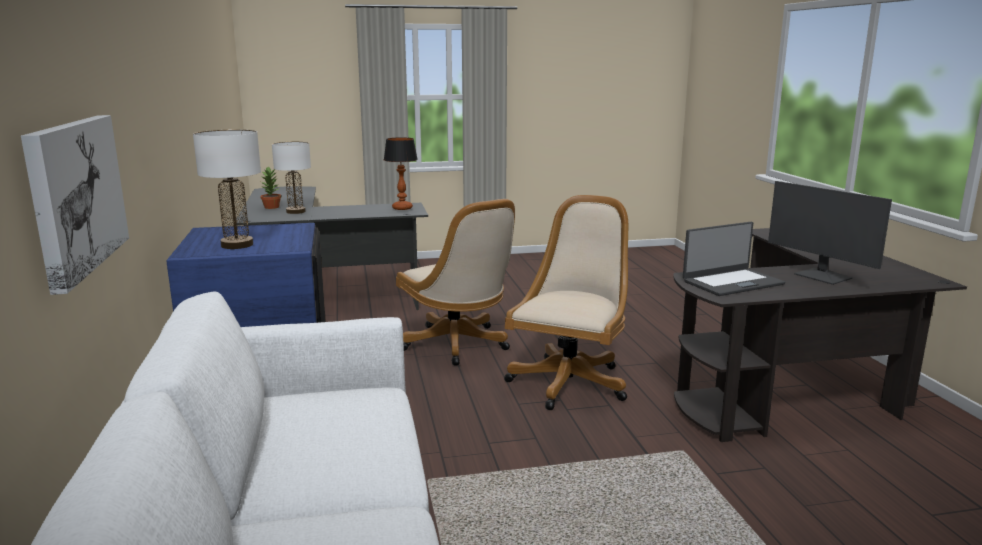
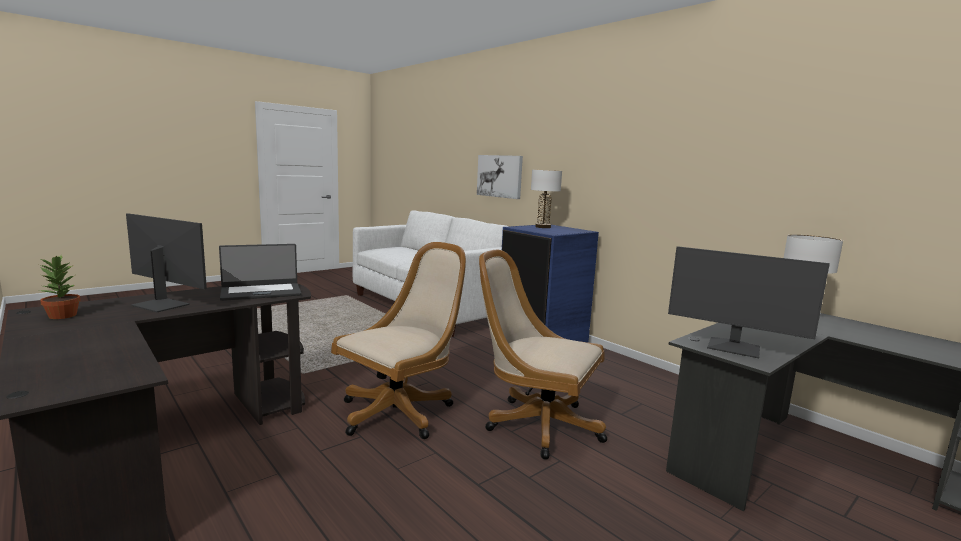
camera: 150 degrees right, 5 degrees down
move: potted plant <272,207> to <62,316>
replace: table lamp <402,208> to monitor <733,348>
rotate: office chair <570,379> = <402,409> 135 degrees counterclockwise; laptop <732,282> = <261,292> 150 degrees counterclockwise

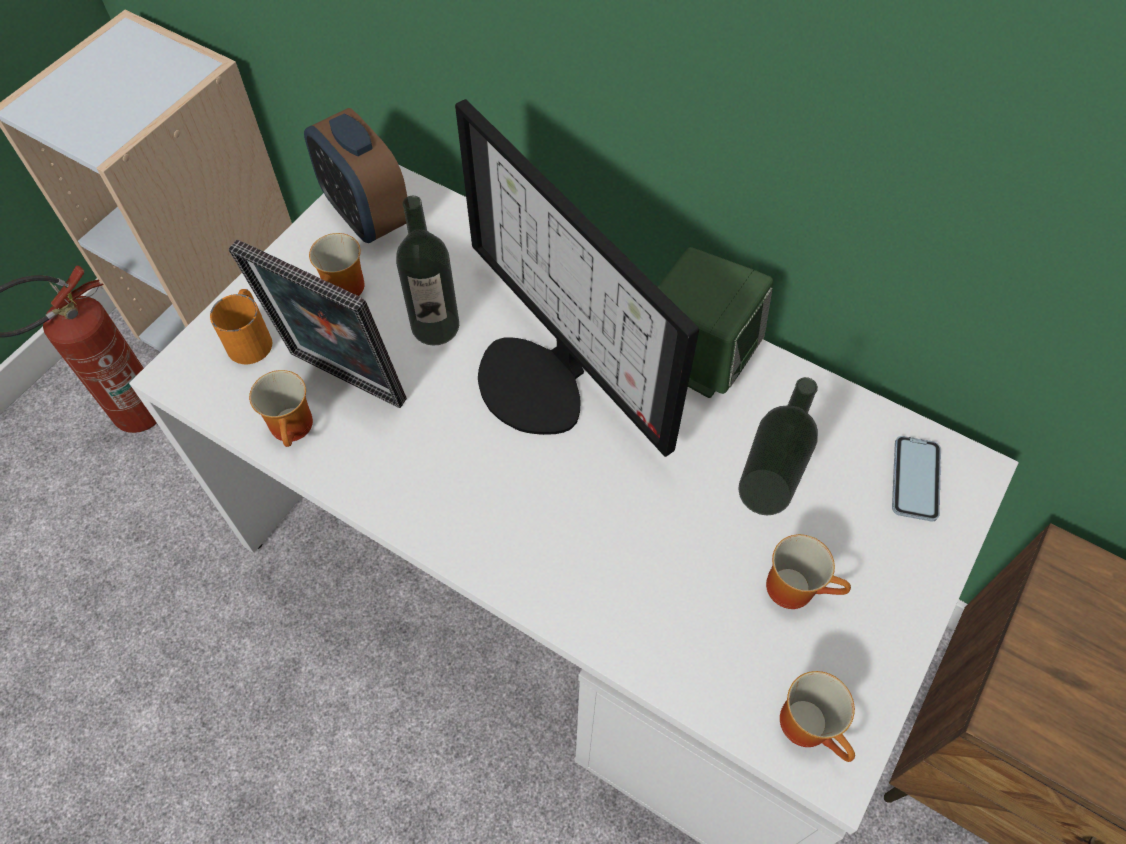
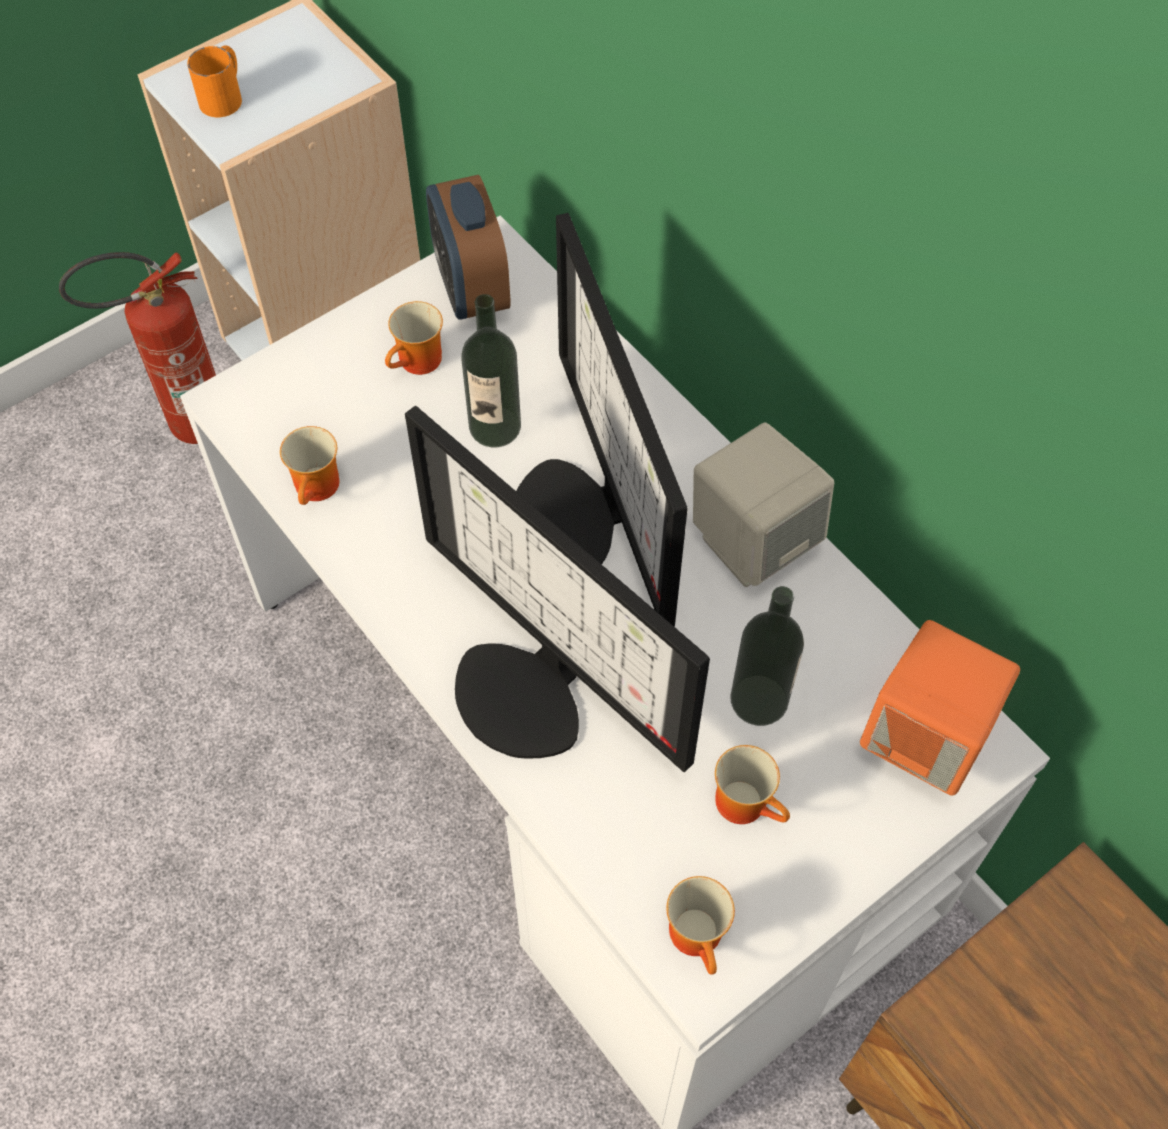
camera: 20 degrees right, 0 degrees up
delete: picture frame <342,383>
insert: monitor <530,692>
move: orange mug <251,337> to <224,96>
replace: phone <915,479> to orange speaker <925,739>
recolor: green speaker <698,357> to beige speaker <753,541>

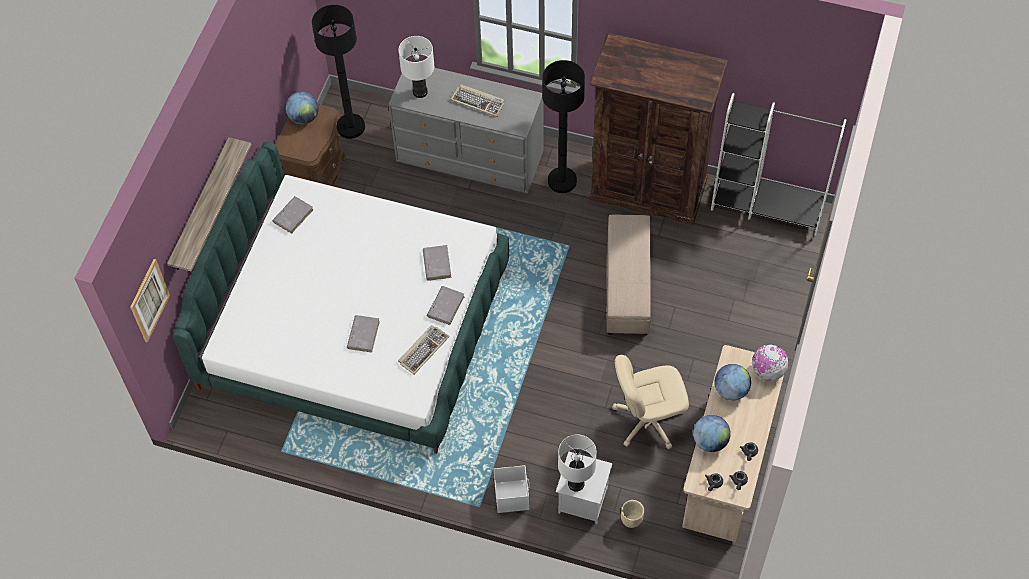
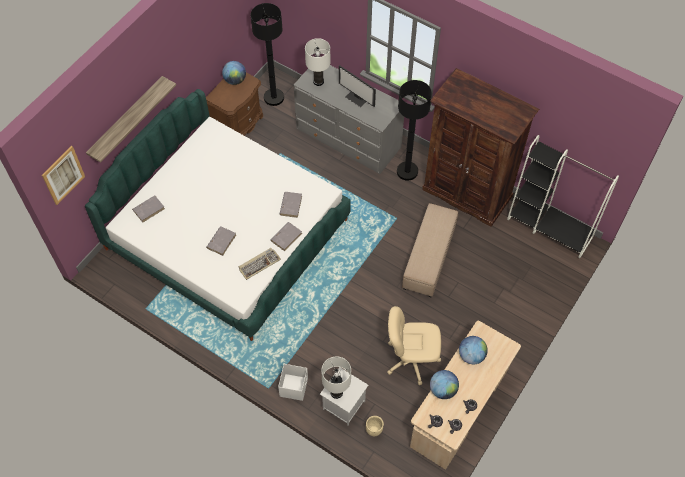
camera: 15 degrees right, 0 degrees up
delete: globe <767,371>
move: grey book <293,215> to <149,209>
replace: keyboard <478,101> to monitor <357,98>

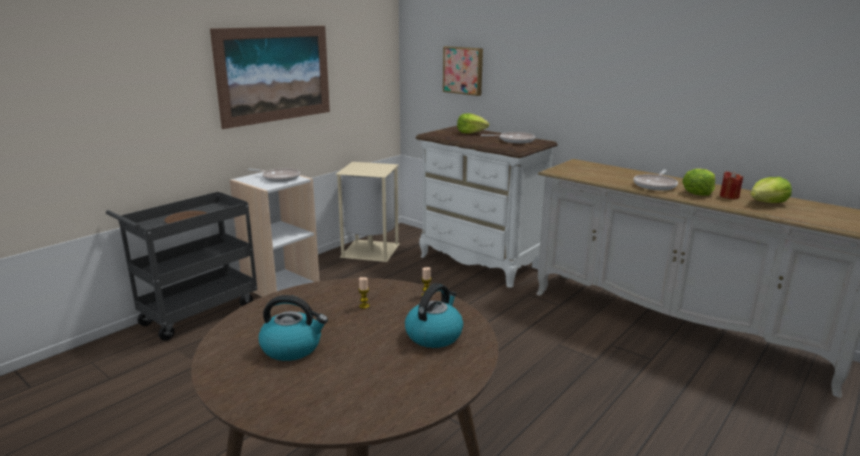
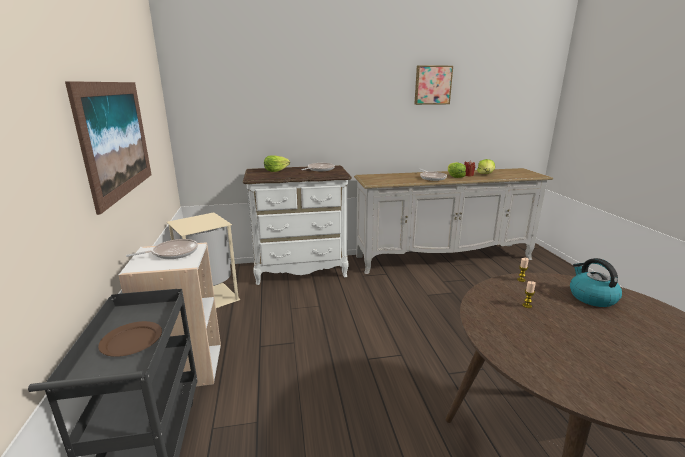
camera: 50 degrees left, 0 degrees up
delete: kettle <292,347>
move: picture <463,70> to <432,85>

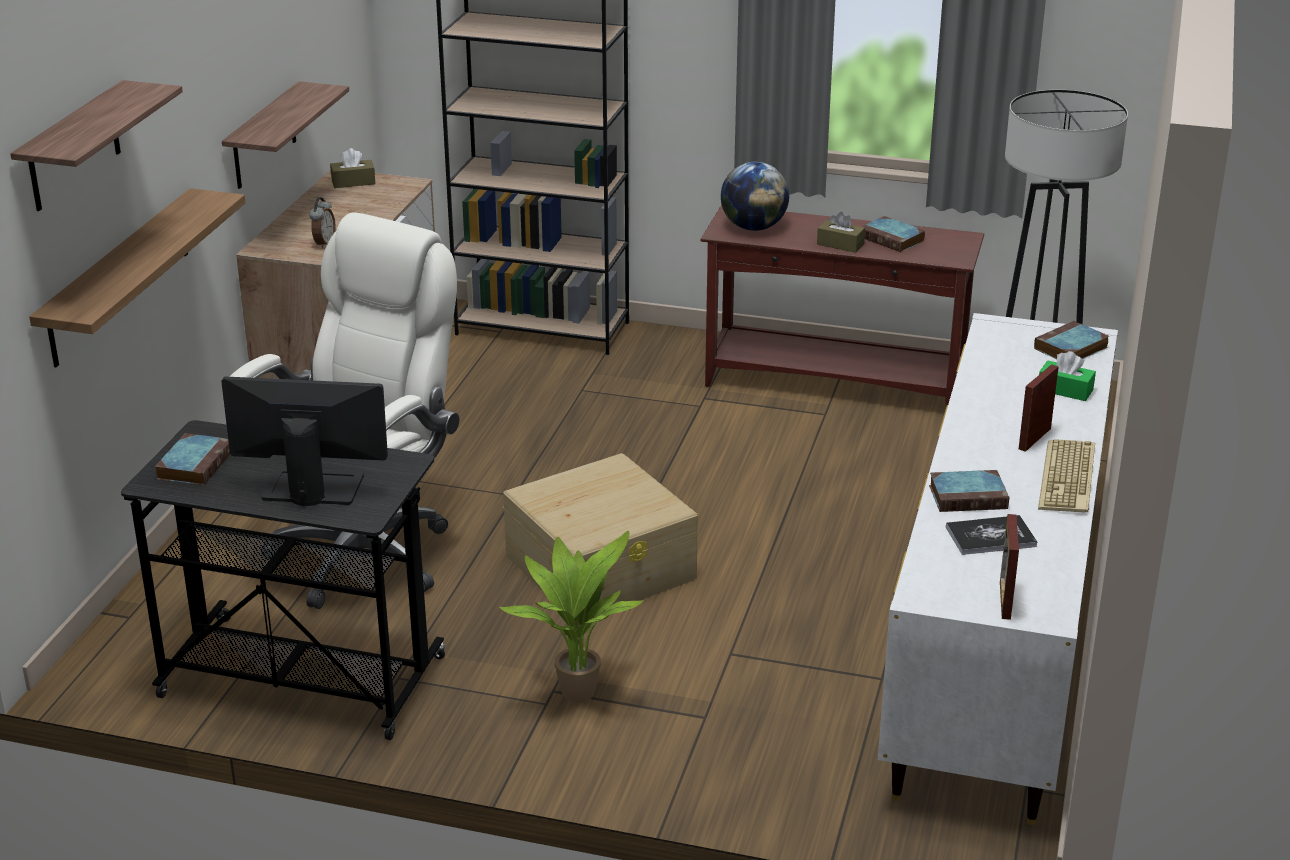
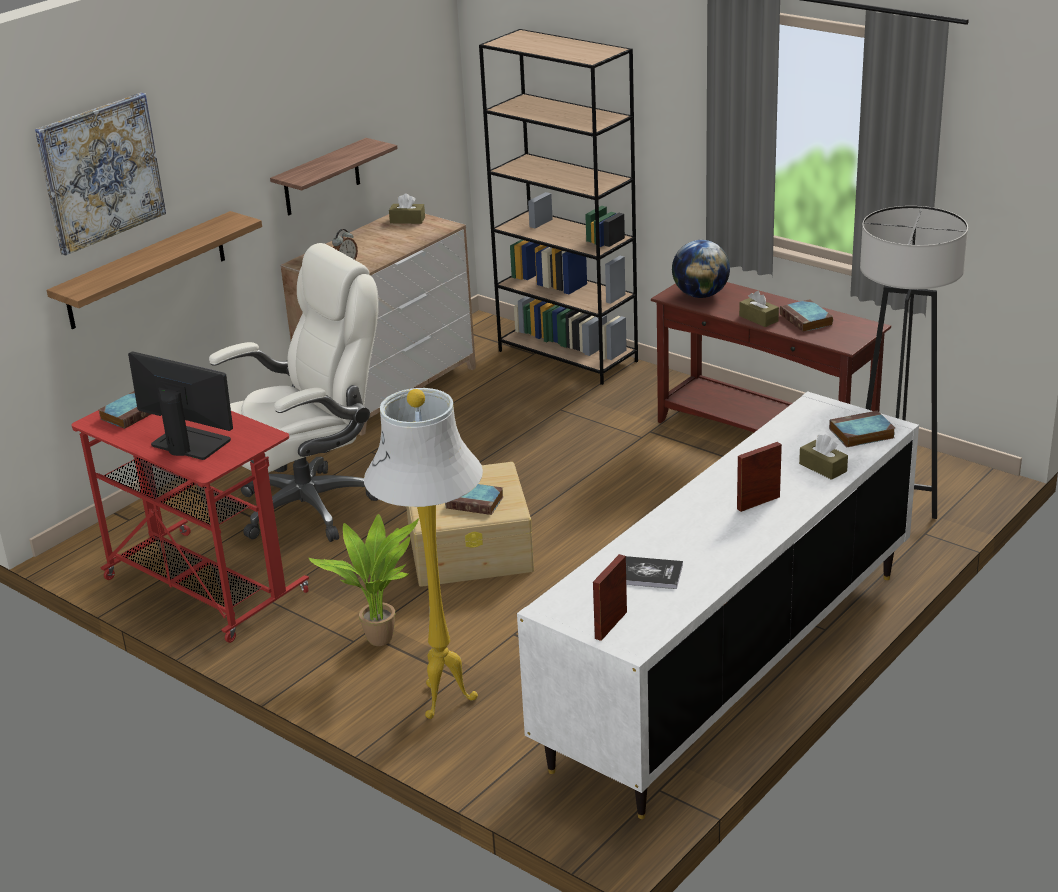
camera: 25 degrees right, 0 degrees up
delete: keyboard <1069,479>
insert: white floor lamp <445,703>
move: book <969,496> to <476,502>
replace: shelf <73,148> to picture <101,172>
recolor: black desk <301,678> to red desk <205,585>; green tissue box <1065,390> to brown tissue box <823,467>

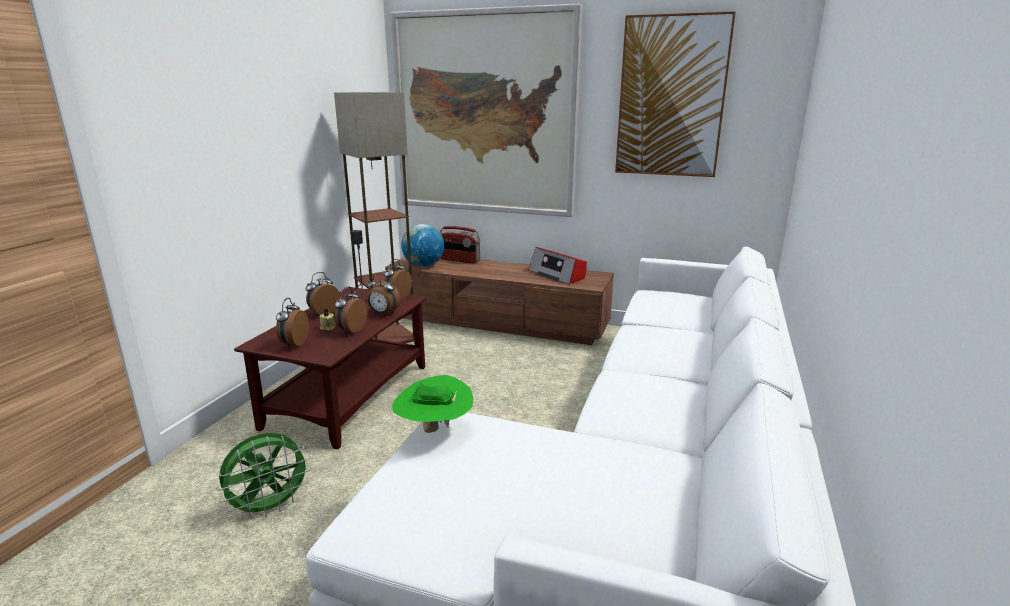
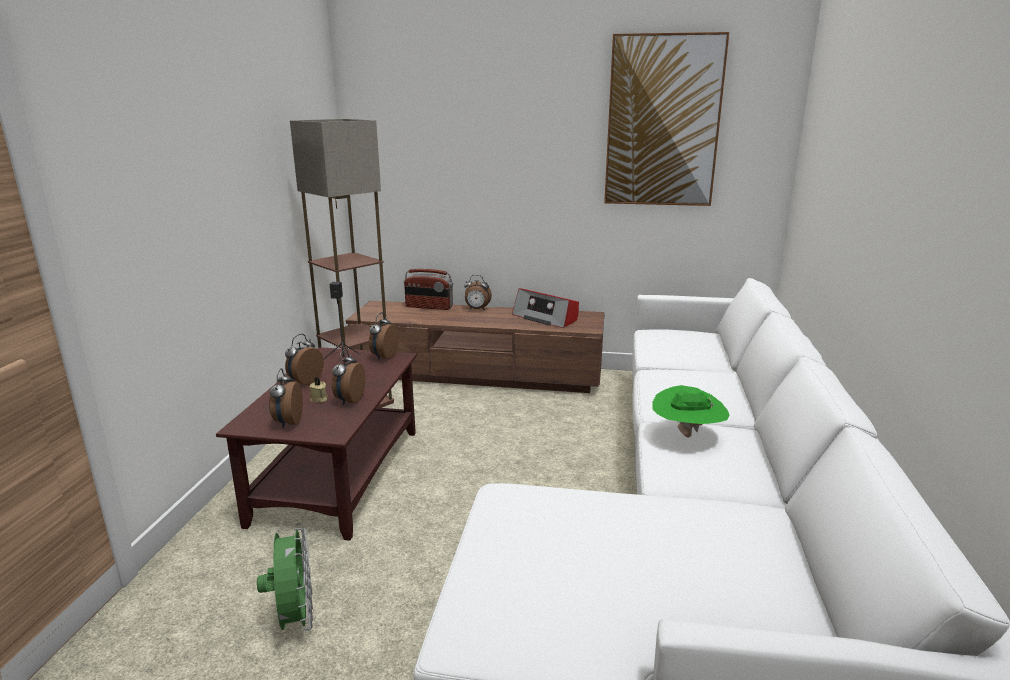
camera: 10 degrees left, 0 degrees up
delete: picture <485,114>; globe <423,265>
move: alarm clock <383,314> to <477,309>; green hat <434,429> to <687,435>
rotate: green fan <270,507> = <295,619> 60 degrees counterclockwise

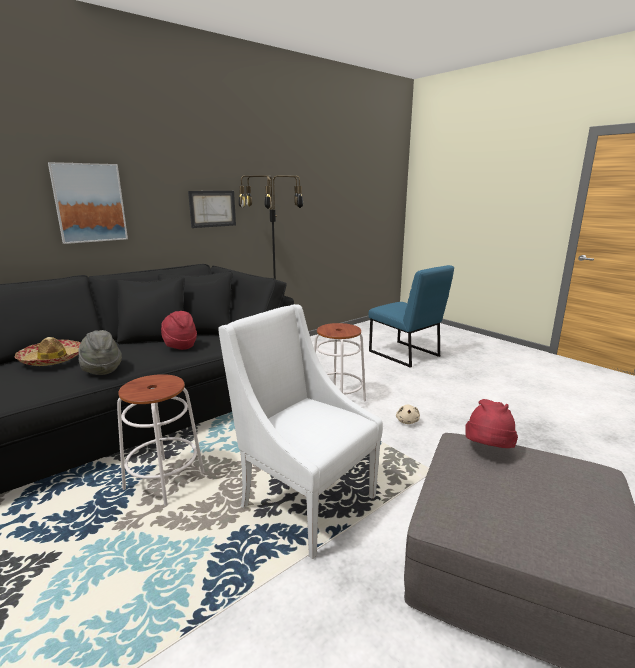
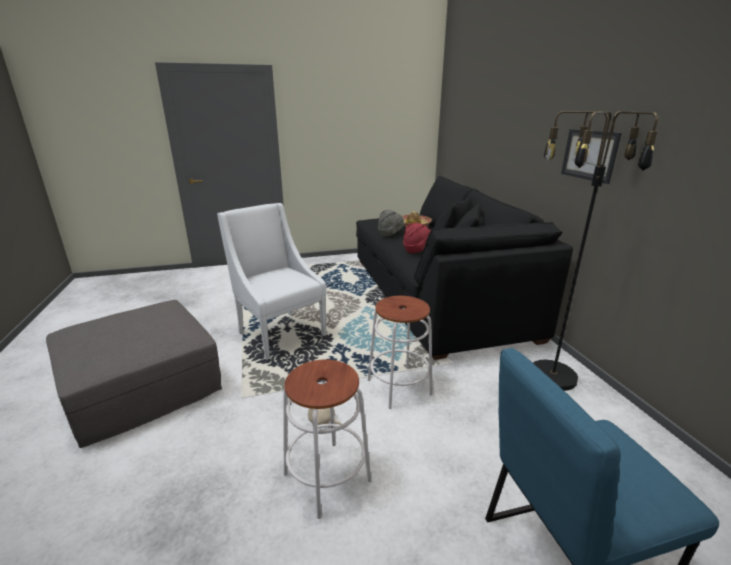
camera: 115 degrees right, 5 degrees up
delete: picture <89,203>; red hat <488,450>
move: white stool <164,481> to <327,477>
rotate: white armchair <304,501> = <279,333> 105 degrees counterclockwise

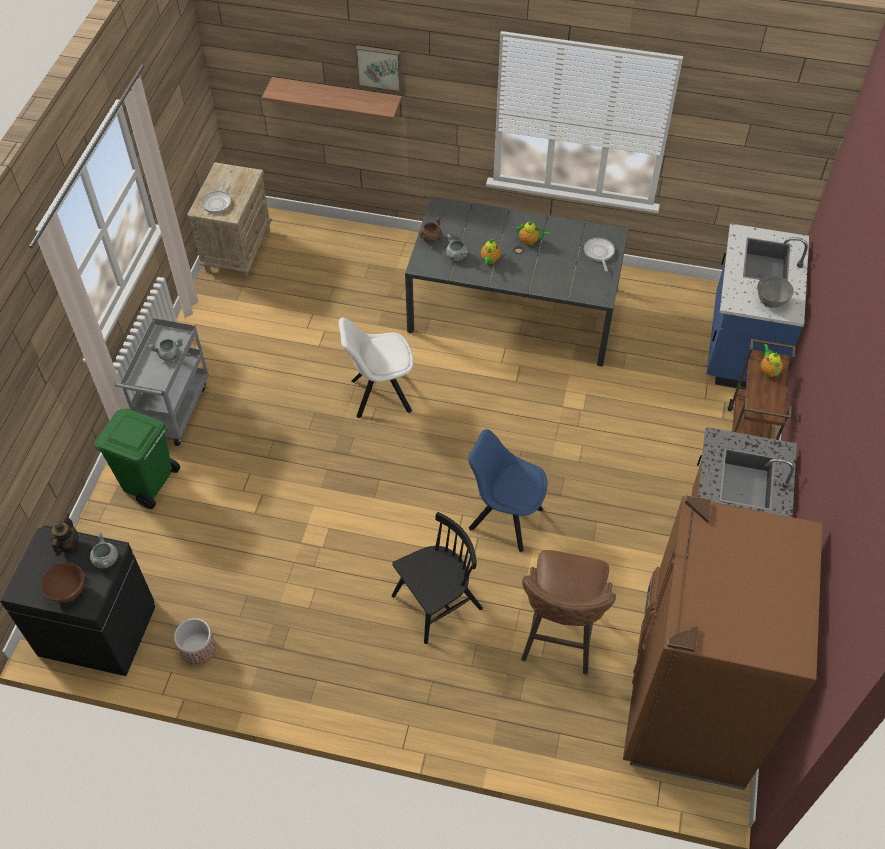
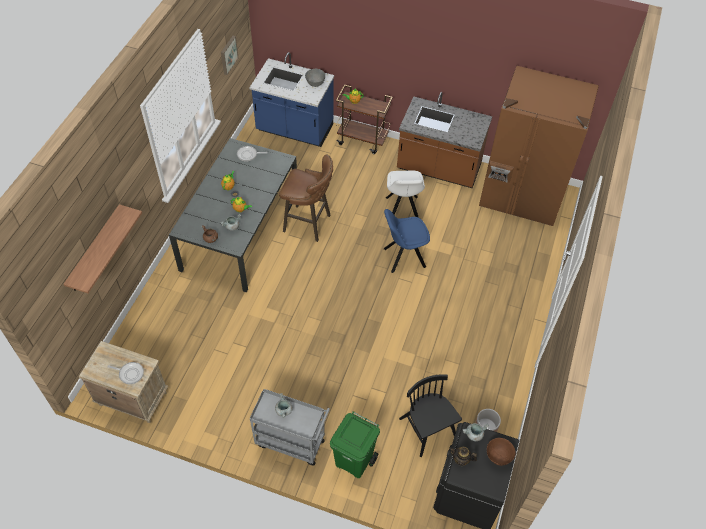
camera: 85 degrees left, 0 degrees up
move: white chair <380,395> to <402,210>; picture <379,67> to <228,55>; black chair <436,603> to <428,429>; brown stool <559,640> to <309,224>
rotate: blue chair <505,519> = <404,257> 45 degrees clockwise

